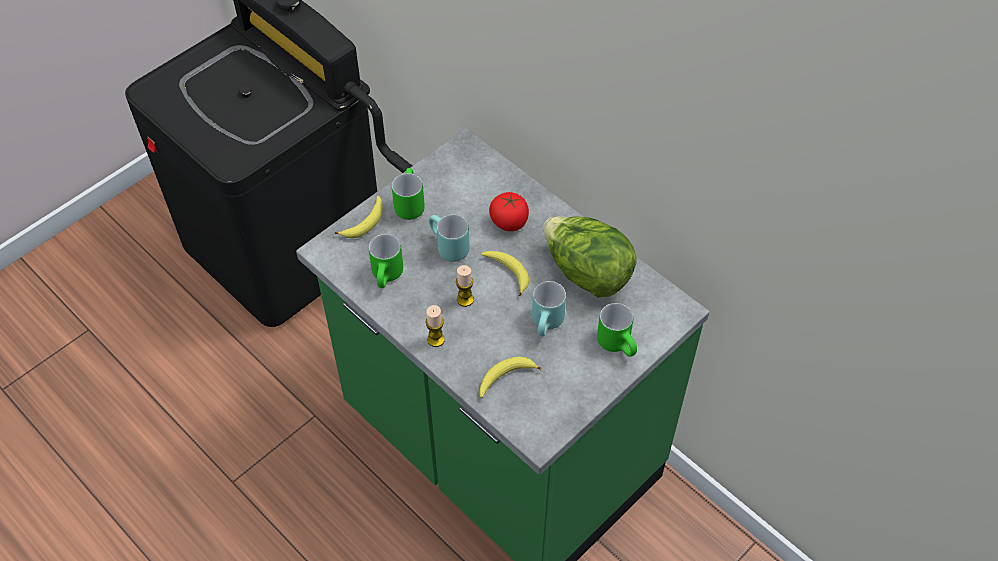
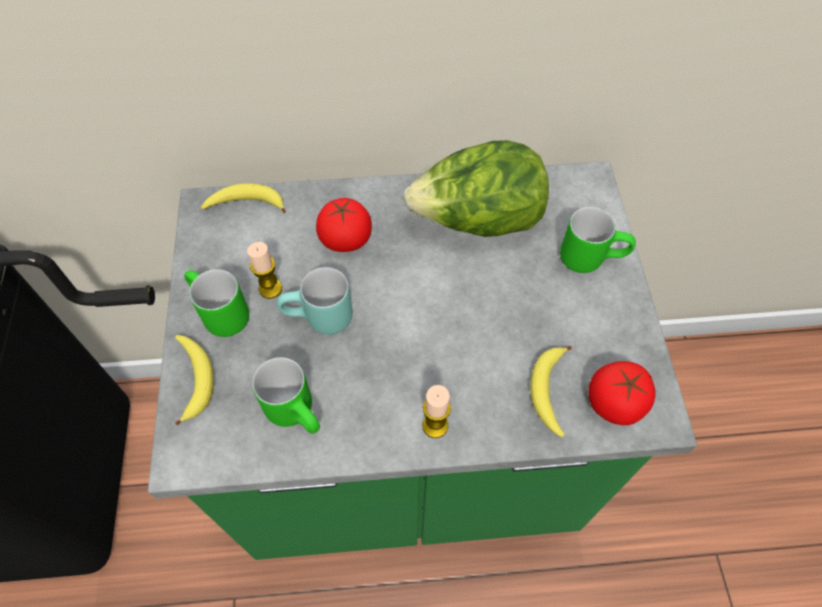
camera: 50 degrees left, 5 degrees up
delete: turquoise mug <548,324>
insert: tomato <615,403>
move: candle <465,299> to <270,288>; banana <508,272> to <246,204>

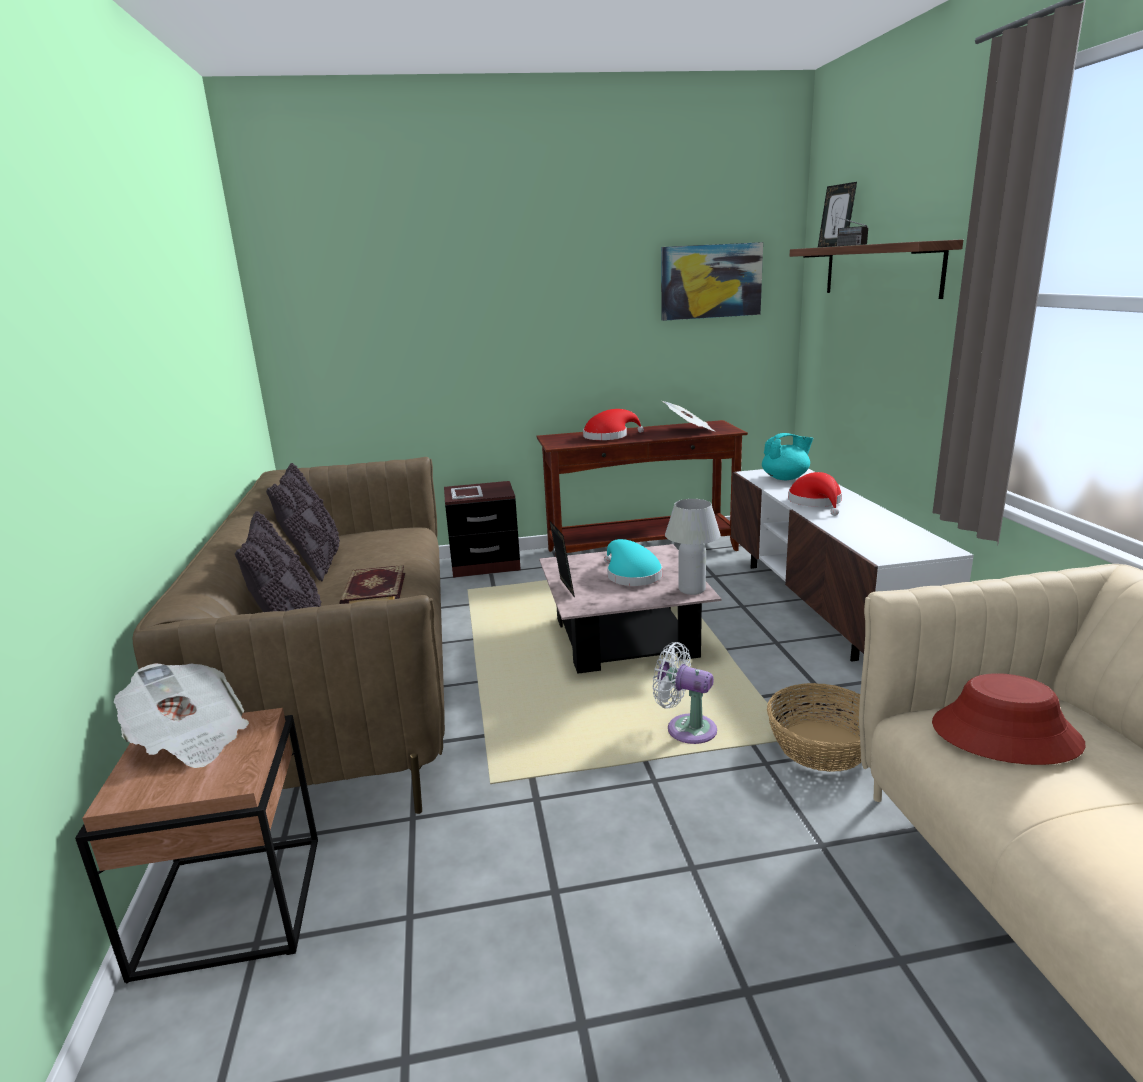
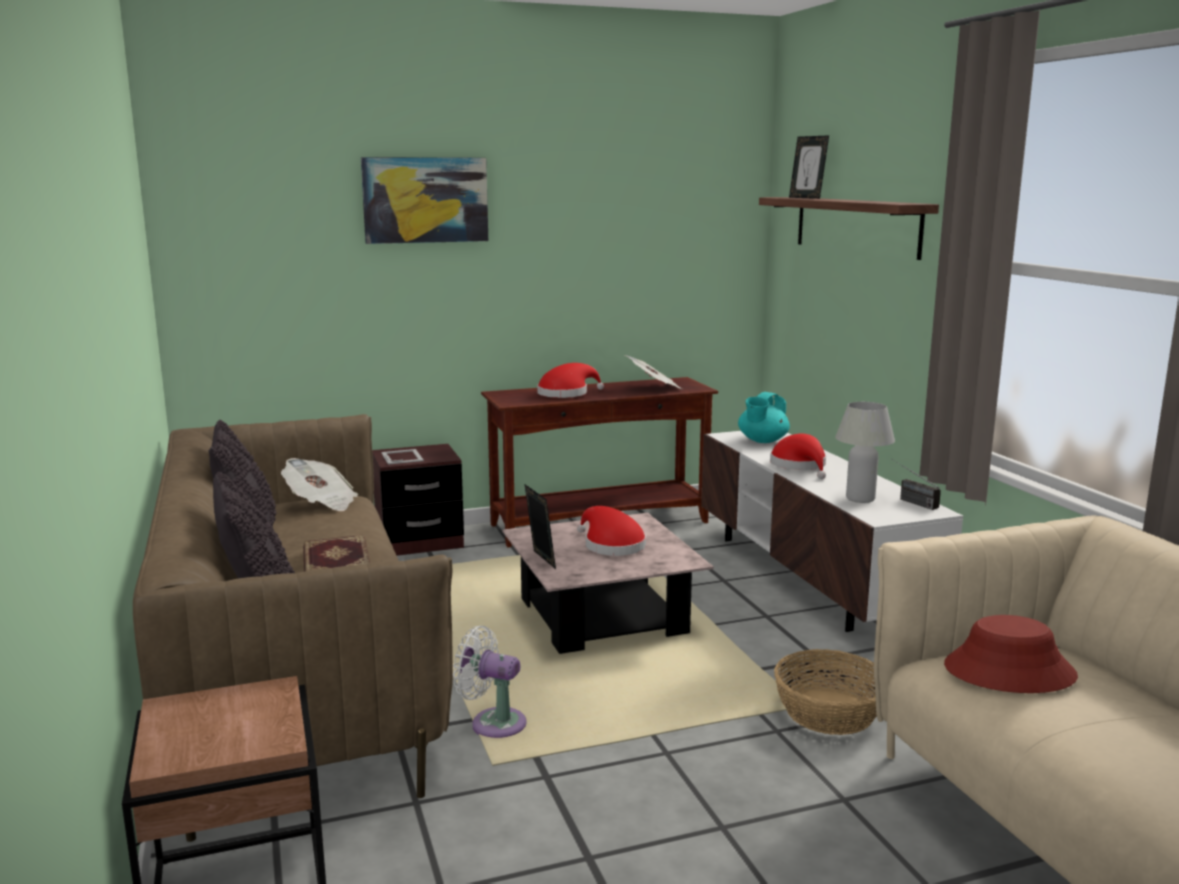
camera: 10 degrees left, 5 degrees down
move: newspaper <190,739> to <321,503>; white fan <686,728> to <493,723>; picture <710,281> to <425,200>; white table lamp <692,590> to <860,499>; radio <844,245> to <909,501>
recolor: turquoise hat <631,575> to red hat <611,545>
rotate: turquoise teapot <785,478> = <762,441> 150 degrees clockwise

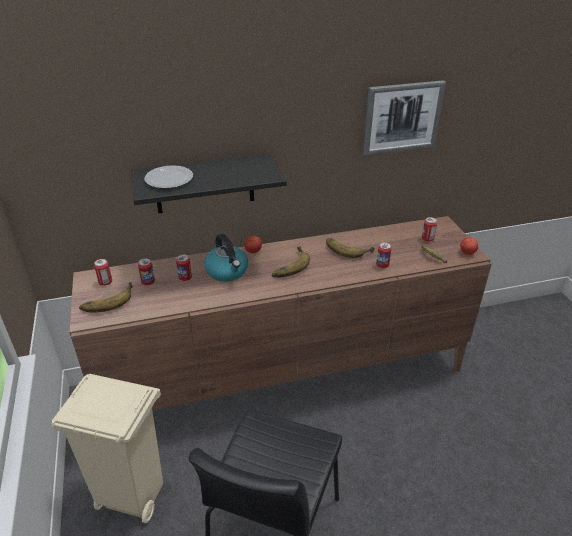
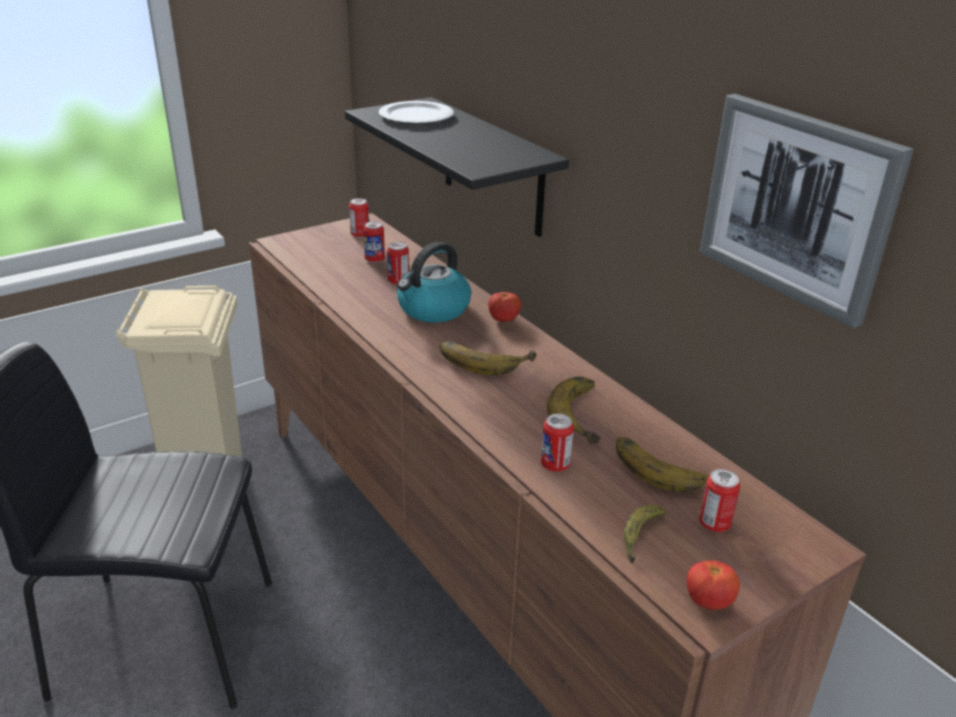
camera: 70 degrees right, 5 degrees down
move: banana <107,300> to <666,466>

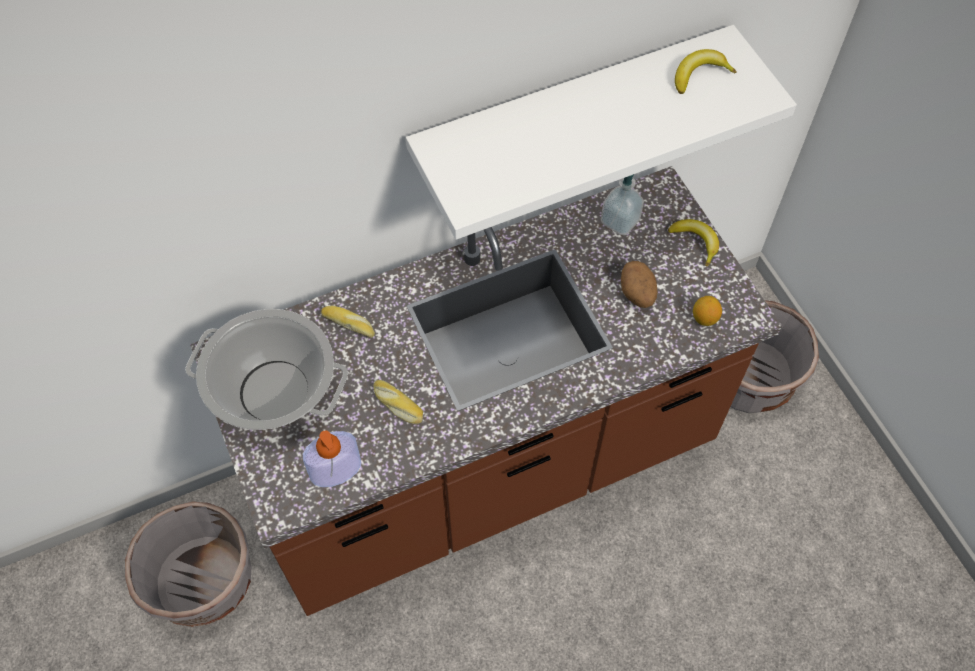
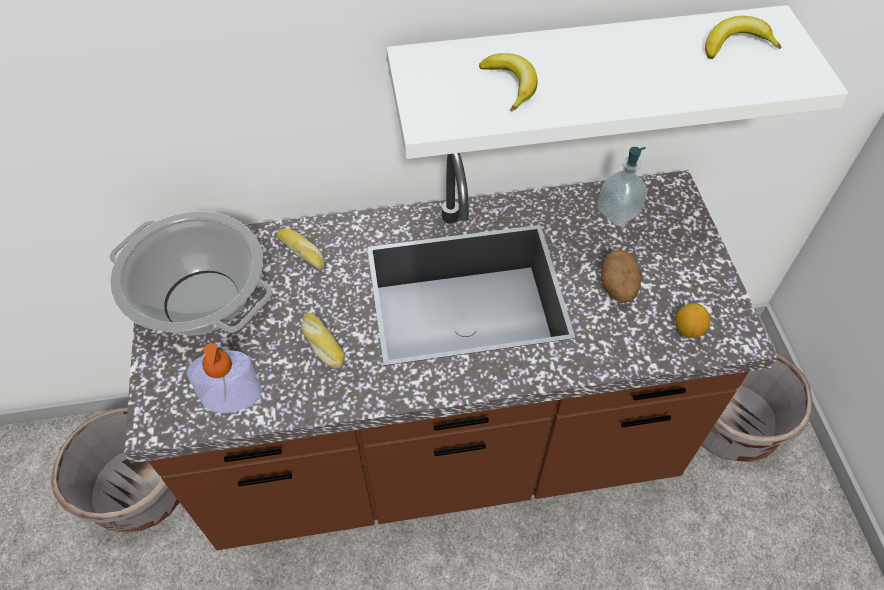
camera: 15 degrees right, 5 degrees down
move: banana <696,242> to <510,85>

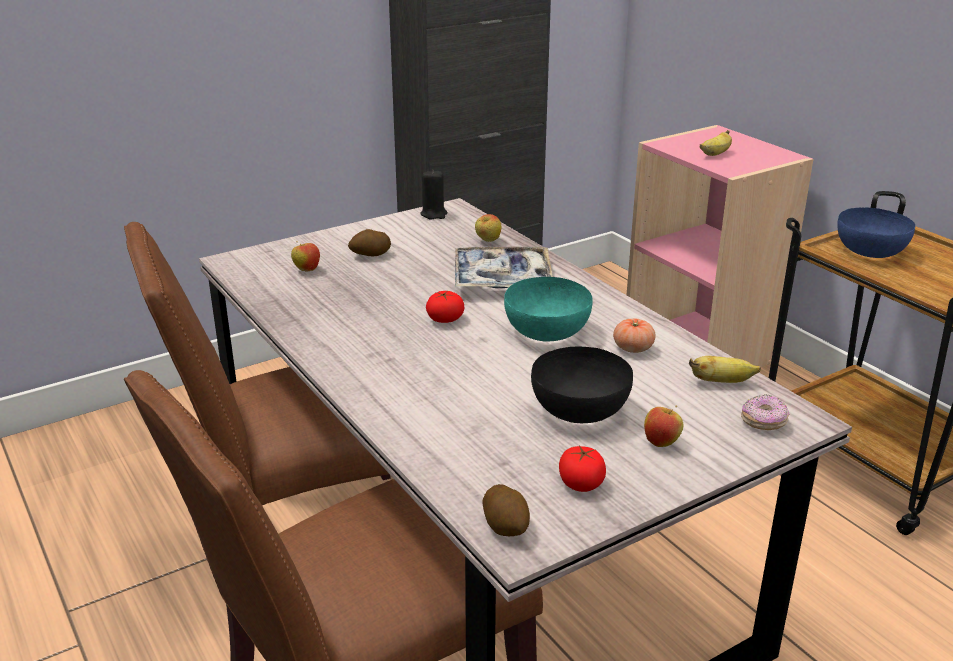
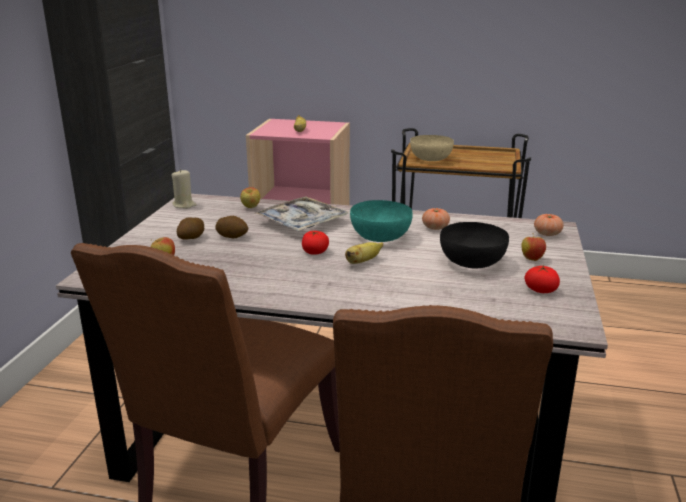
camera: 45 degrees left, 5 degrees down
move: potato <506,526> to <232,236>; banana <721,382> to <363,261>
replace: donut <763,422> to tomato <547,234>
recolor: black candle <434,214> to beige candle <184,205>; blue bowl <869,251> to beige bowl <430,159>

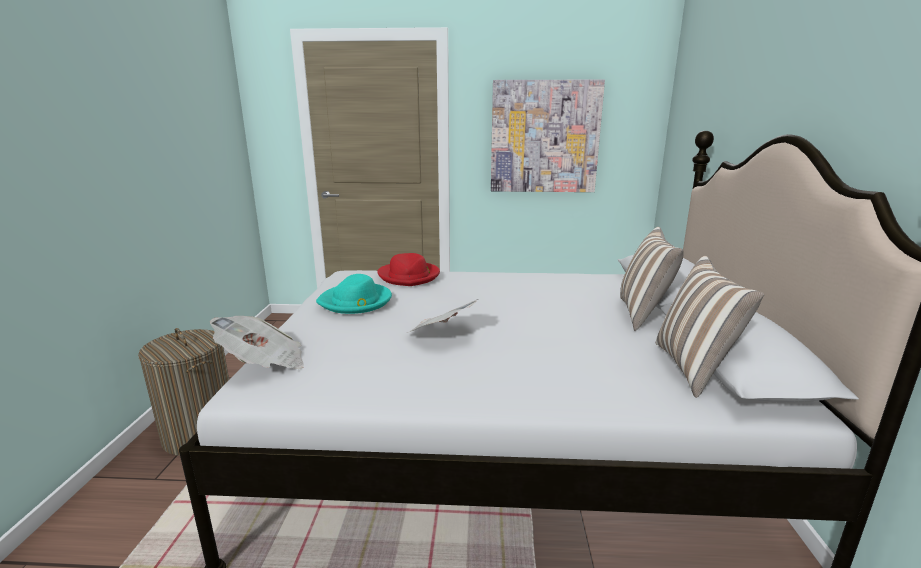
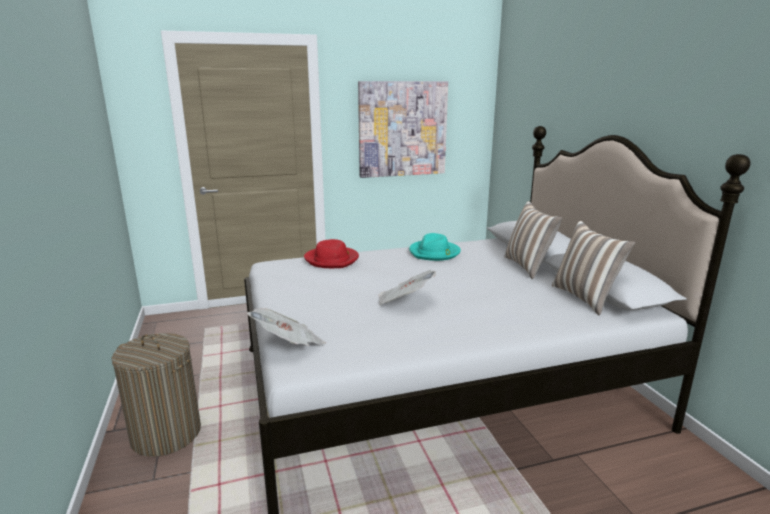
camera: 20 degrees left, 0 degrees up
move: turquoise hat <356,301> to <434,253>

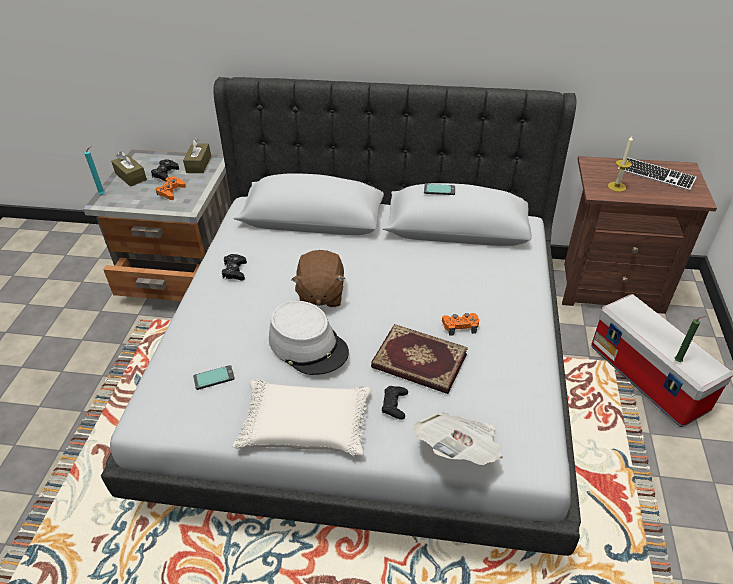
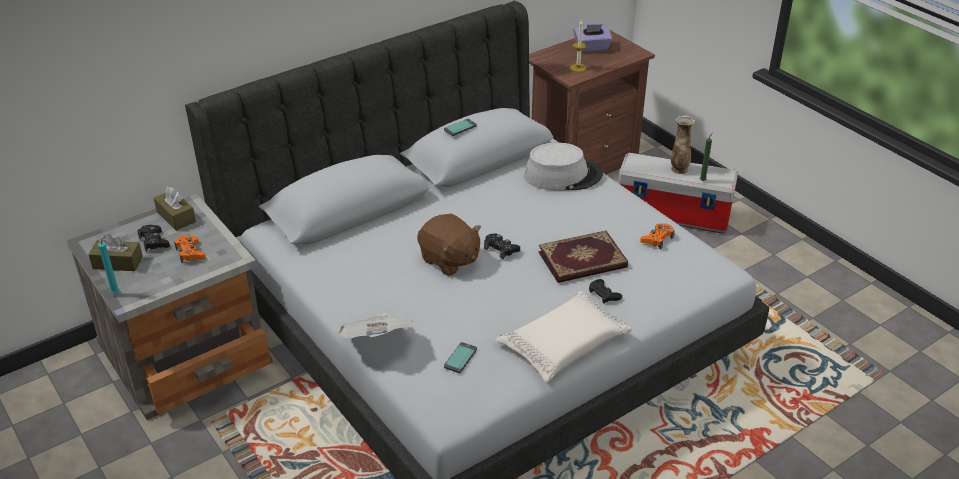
camera: 45 degrees left, 5 degrees down
insert: vase <679,169>
move: black game controller <235,271> to <501,249>; grey hat <308,345> to <563,176>; newspaper <460,450> to <376,341>; orange game controller <460,326> to <657,239>
replace: keyboard <655,175> to purple tissue box <592,48>

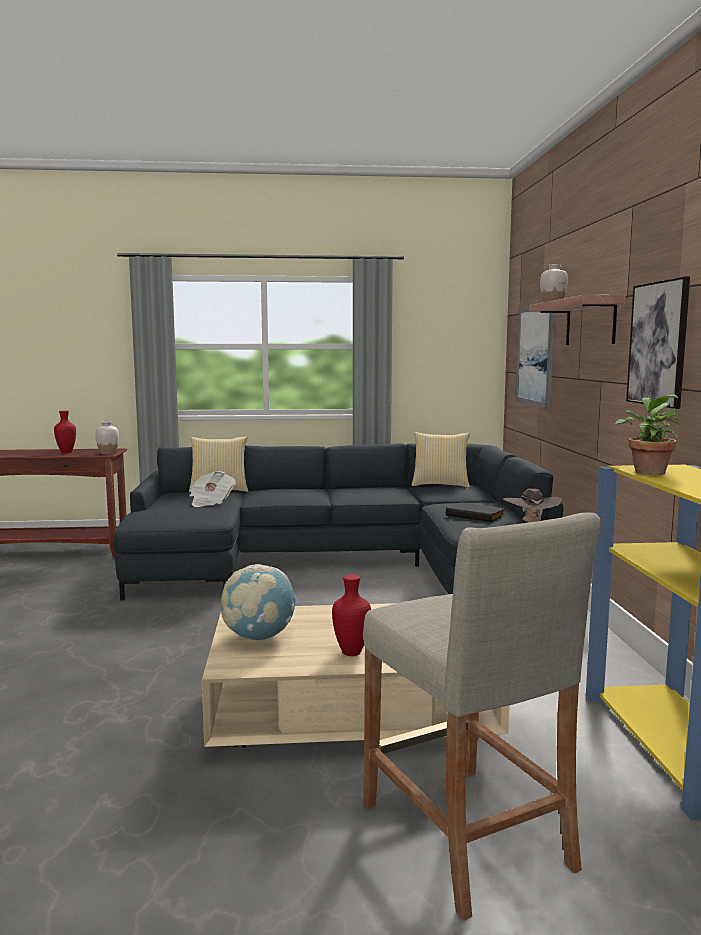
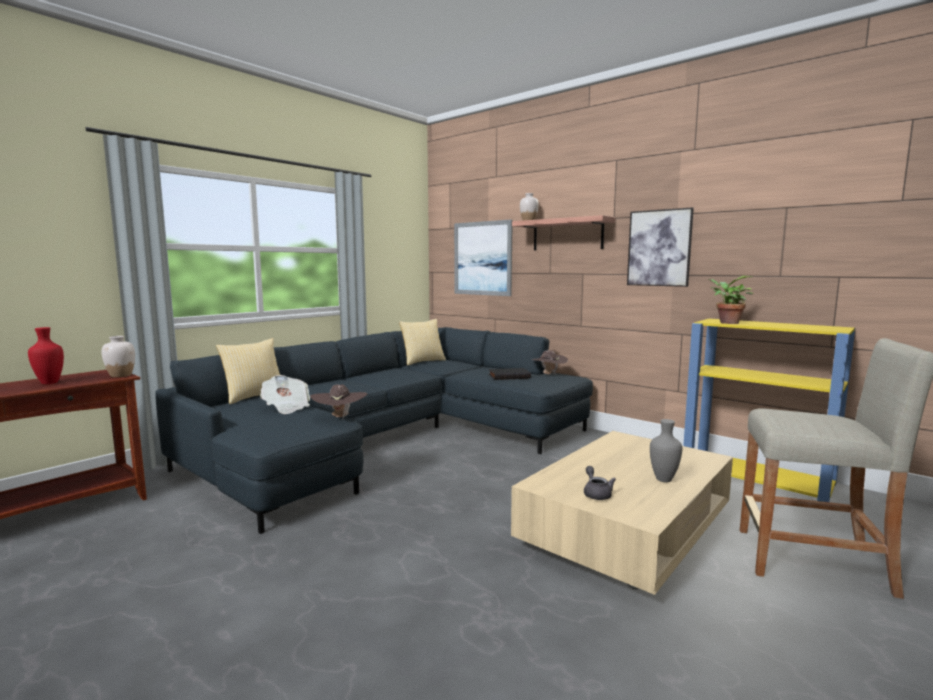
camera: 45 degrees left, 0 degrees up
insert: brown hat <340,417>
replace: globe <259,637> to grey teapot <596,493>
recolor: red vase <350,652> to grey vase <663,480>

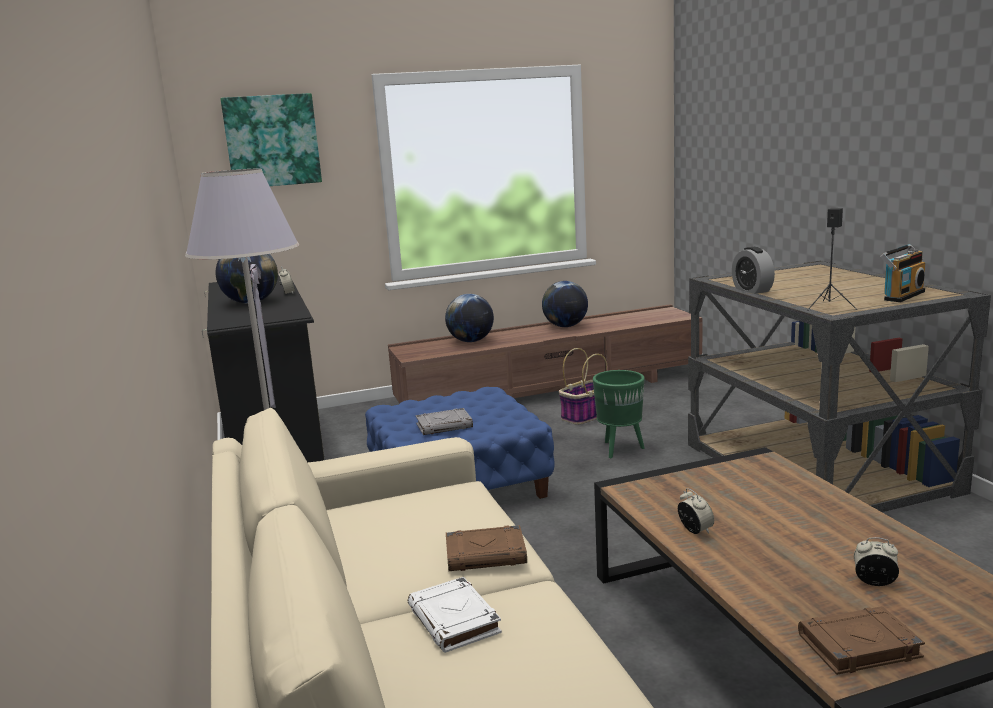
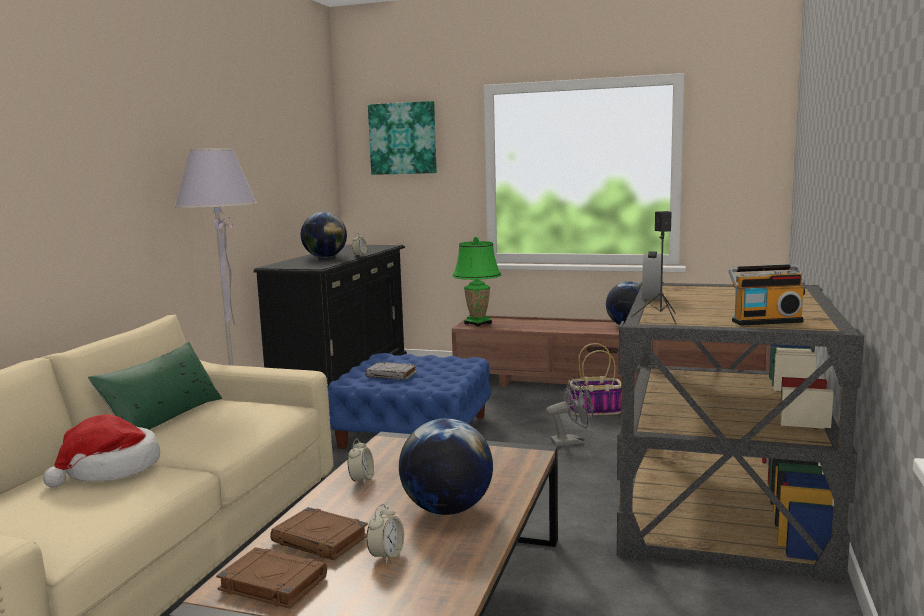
camera: 35 degrees right, 5 degrees down
insert: green pillow <164,418>; green table lamp <478,323>
move: globe <471,341> to <447,509>; brown book <486,554> to <321,540>
replace: white book <455,621> to hat <110,470>; green planter <619,449> to grey fan <572,442>
rotate: alarm clock <874,582> = <386,555> 60 degrees clockwise

